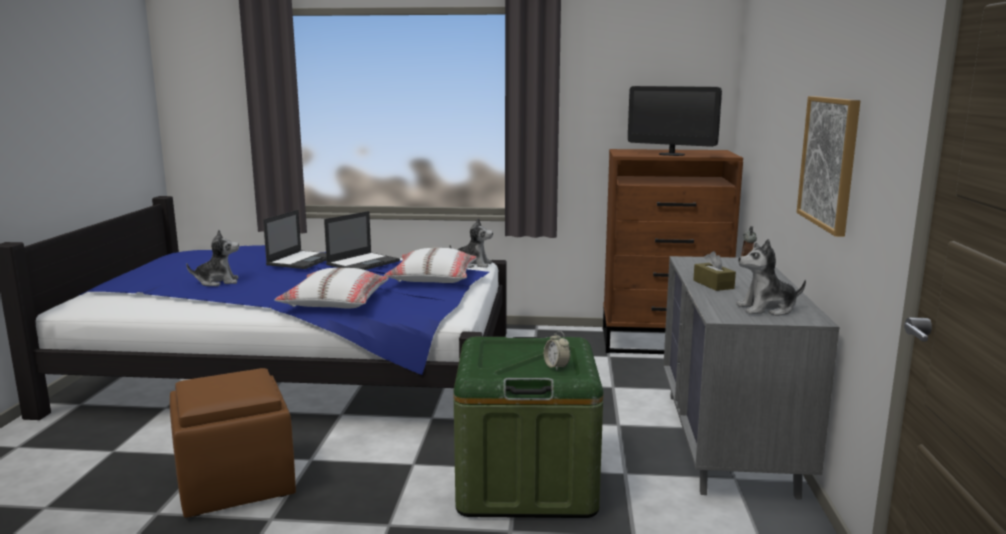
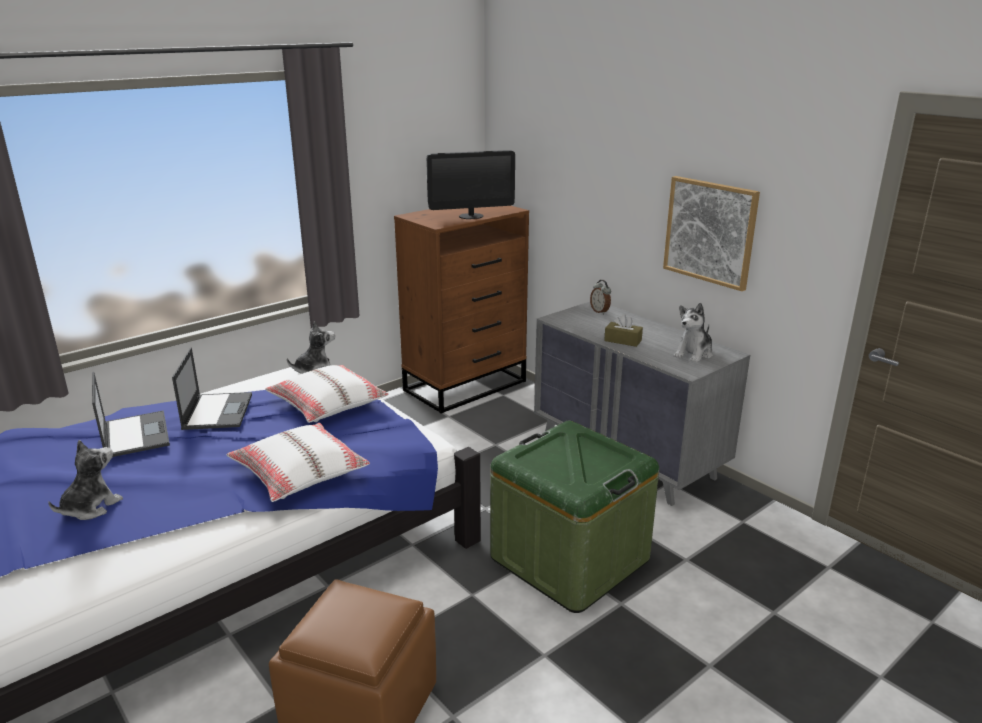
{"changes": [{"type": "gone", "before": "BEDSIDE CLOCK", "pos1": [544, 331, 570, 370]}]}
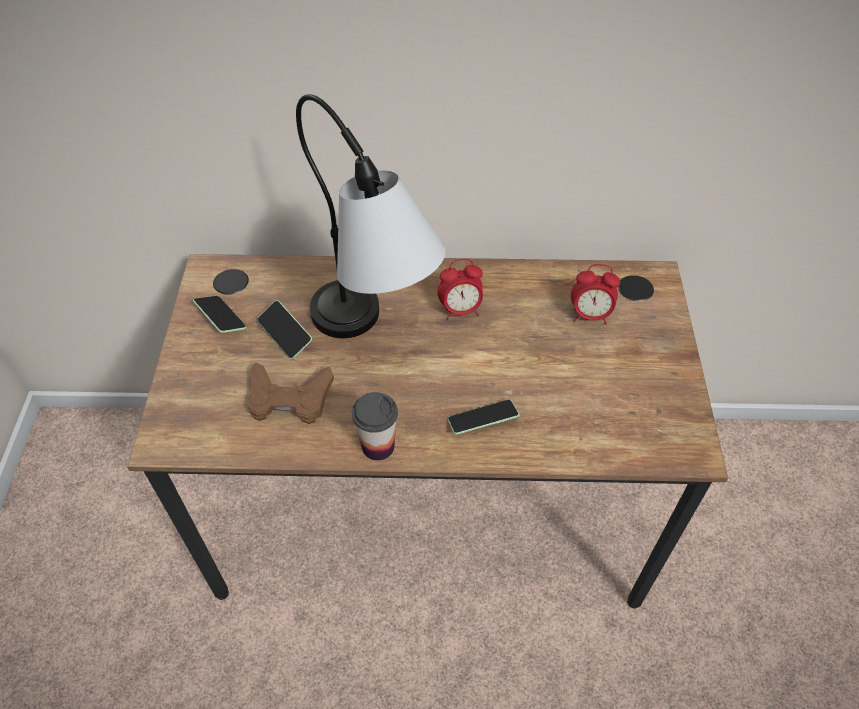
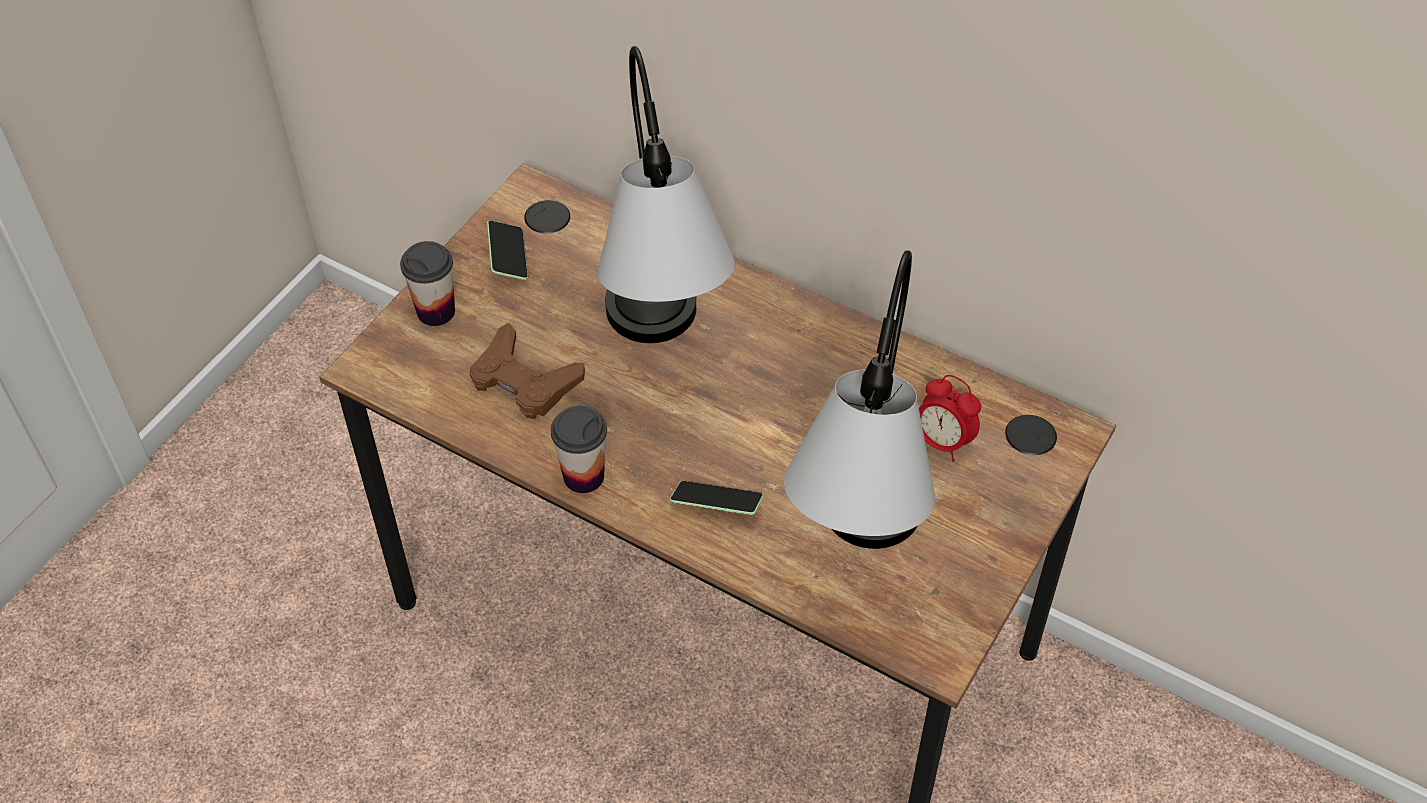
{"changes": [{"type": "new", "after": "CUP", "pos2": [400, 241, 455, 326]}, {"type": "new", "after": "TABLETOP LAMP", "pos2": [784, 250, 935, 549]}, {"type": "gone", "before": "TELEPHONE", "pos1": [257, 300, 312, 359]}, {"type": "gone", "before": "BEDSIDE CLOCK", "pos1": [437, 258, 483, 320]}]}
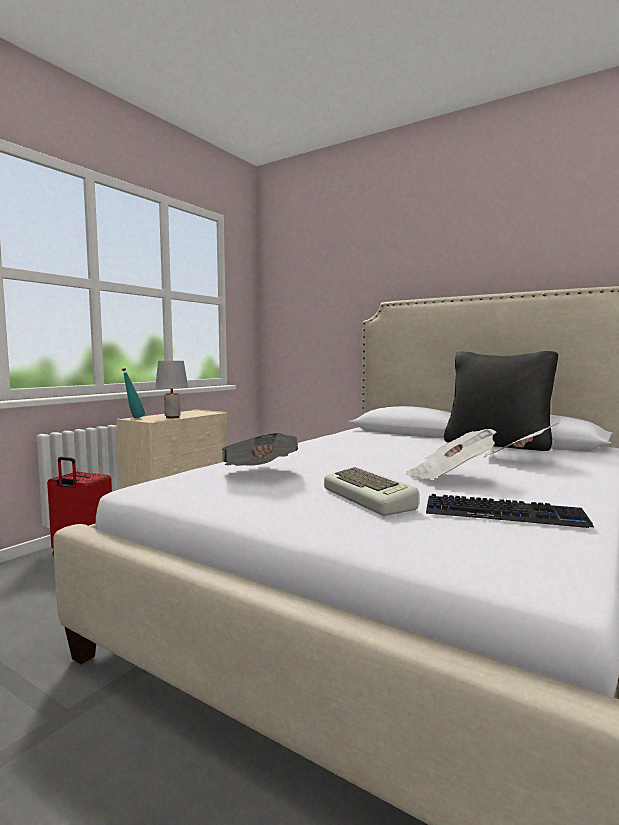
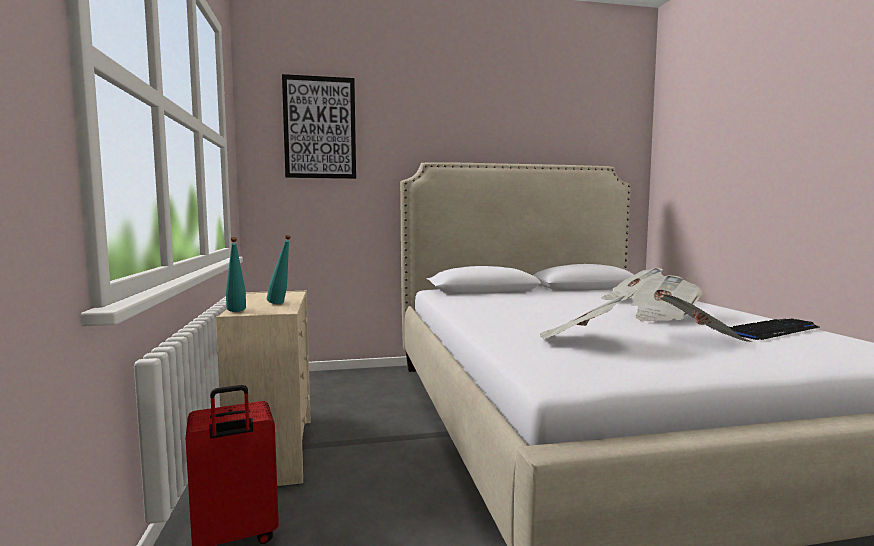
{"changes": [{"type": "swapped", "before": "GREY TABLETOP LAMP", "after": "TURQUOISE BOTTLE", "pos1": [155, 361, 188, 418], "pos2": [267, 235, 291, 304]}, {"type": "new", "after": "WALL PICTURE", "pos2": [282, 74, 356, 179]}, {"type": "swapped", "before": "COMPUTER KEYBOARD", "after": "NEWSPAPER", "pos1": [324, 467, 419, 516], "pos2": [660, 294, 752, 342]}, {"type": "gone", "before": "BLACKISH PILLOW", "pos1": [444, 351, 558, 451]}]}
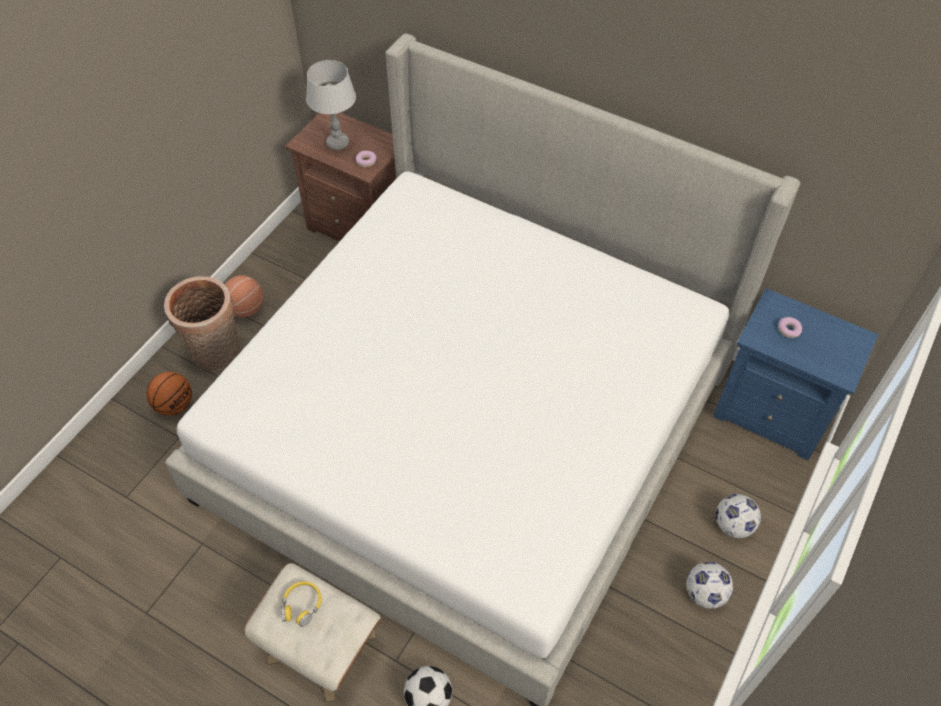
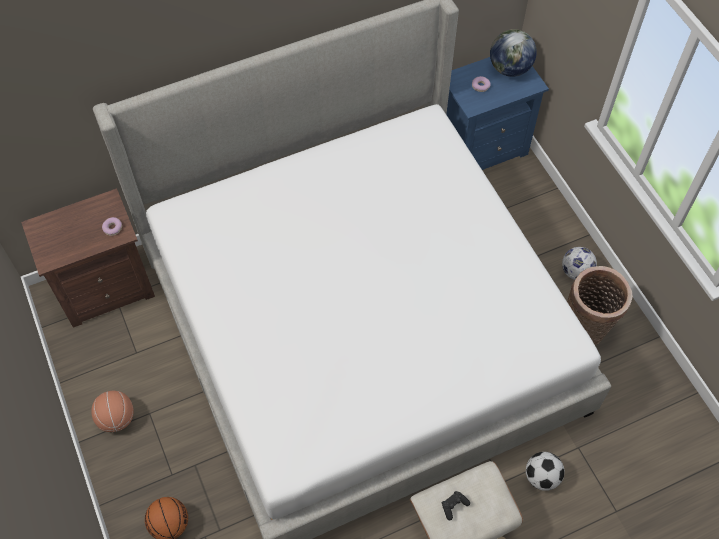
{"changes": [{"type": "swapped", "before": "YELLOW HEADSET", "after": "BLACKISH JOYPAD", "pos1": [281, 581, 322, 627], "pos2": [442, 491, 470, 521]}, {"type": "new", "after": "DESK GLOBE", "pos2": [490, 29, 537, 77]}, {"type": "shifted", "before": "BASKET", "pos1": [164, 276, 240, 371], "pos2": [567, 266, 633, 345]}, {"type": "gone", "before": "GREY TABLETOP LAMP", "pos1": [306, 60, 356, 150]}, {"type": "gone", "before": "FOOTBALL", "pos1": [716, 494, 761, 538]}]}
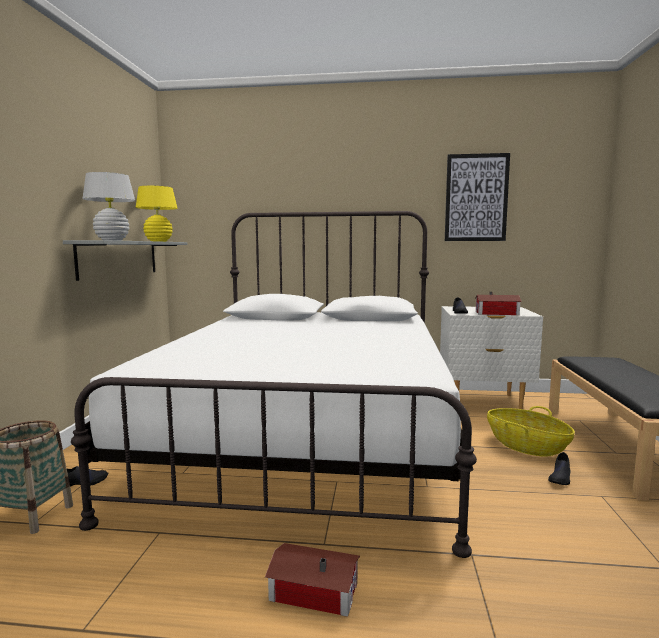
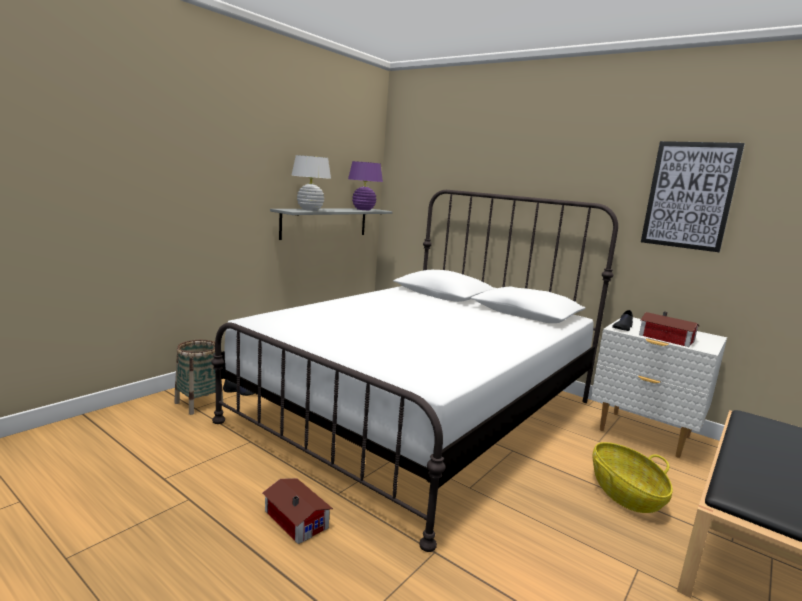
{"changes": [{"type": "repainted", "before": "YELLOW TABLETOP LAMP", "after": "PURPLE-COLOURED TABLETOP LAMP", "pos1": [135, 186, 178, 242], "pos2": [348, 161, 383, 210]}, {"type": "gone", "before": "BLACKISH LOW SHOE", "pos1": [548, 452, 571, 485]}]}
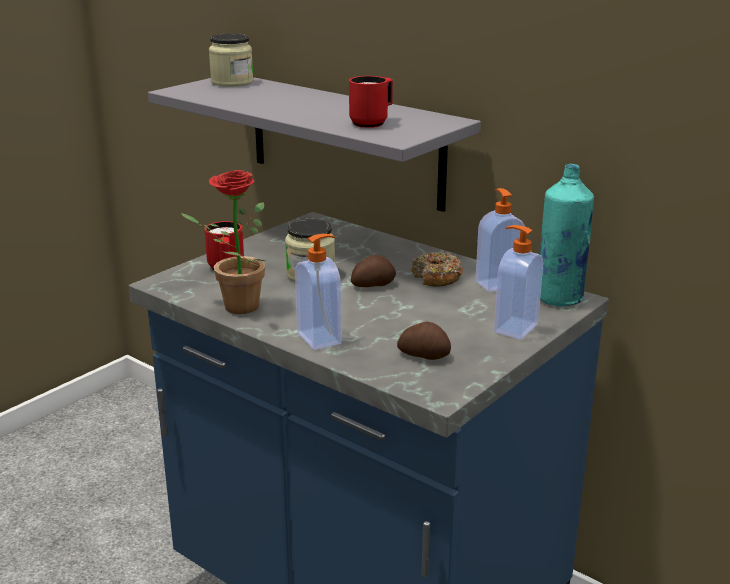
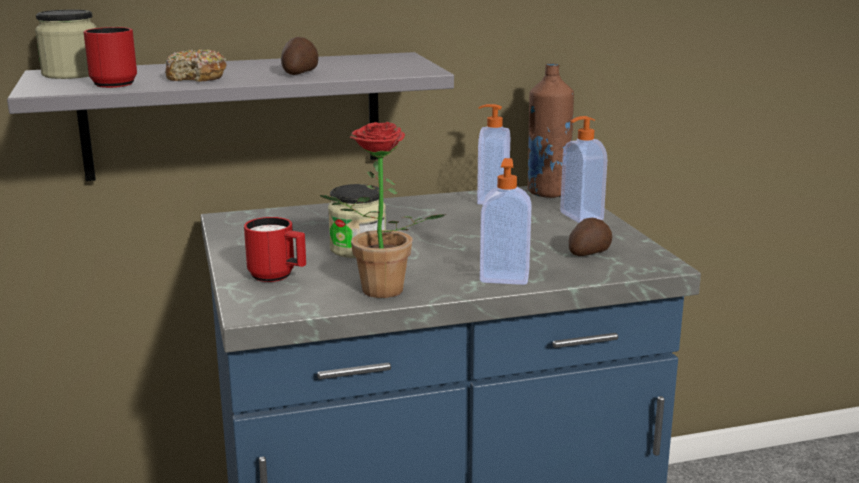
{"changes": [{"type": "shifted", "before": "RED-COLOURED COFFEE MUG", "pos1": [349, 76, 393, 128], "pos2": [83, 27, 137, 88]}, {"type": "shifted", "before": "RING DOUGHNUT", "pos1": [412, 252, 463, 287], "pos2": [165, 50, 227, 82]}, {"type": "shifted", "before": "POTATO", "pos1": [351, 255, 396, 287], "pos2": [281, 37, 318, 75]}, {"type": "repainted", "before": "TURQUOISE BOTTLE", "after": "BROWN BOTTLE", "pos1": [540, 164, 594, 307], "pos2": [528, 63, 574, 198]}]}
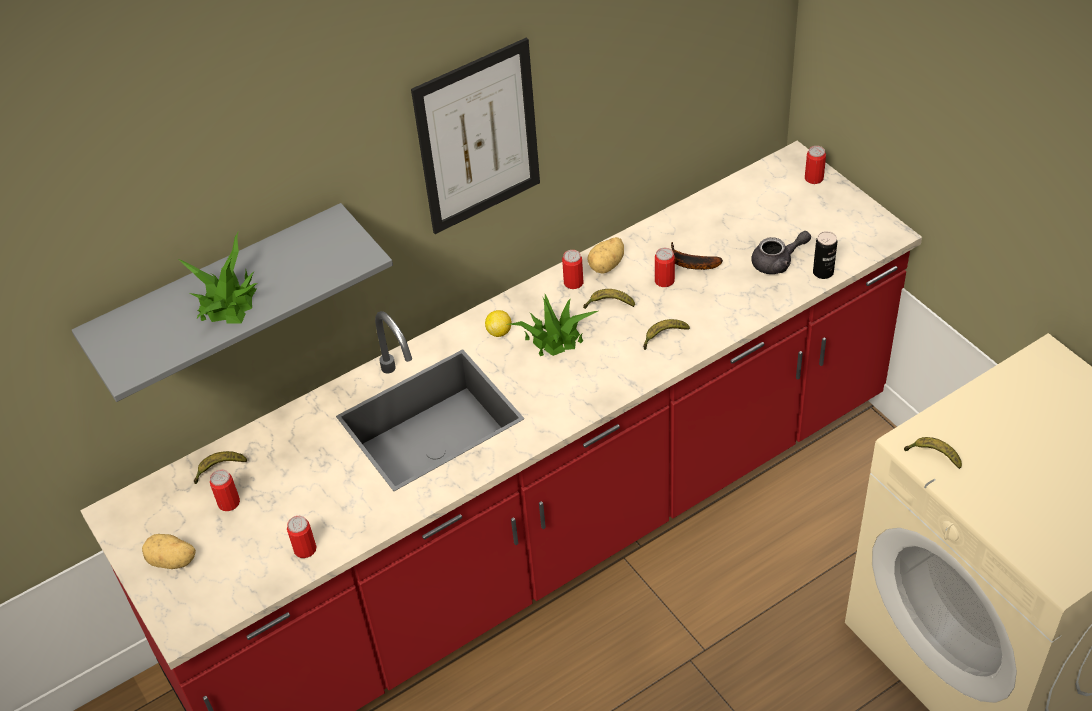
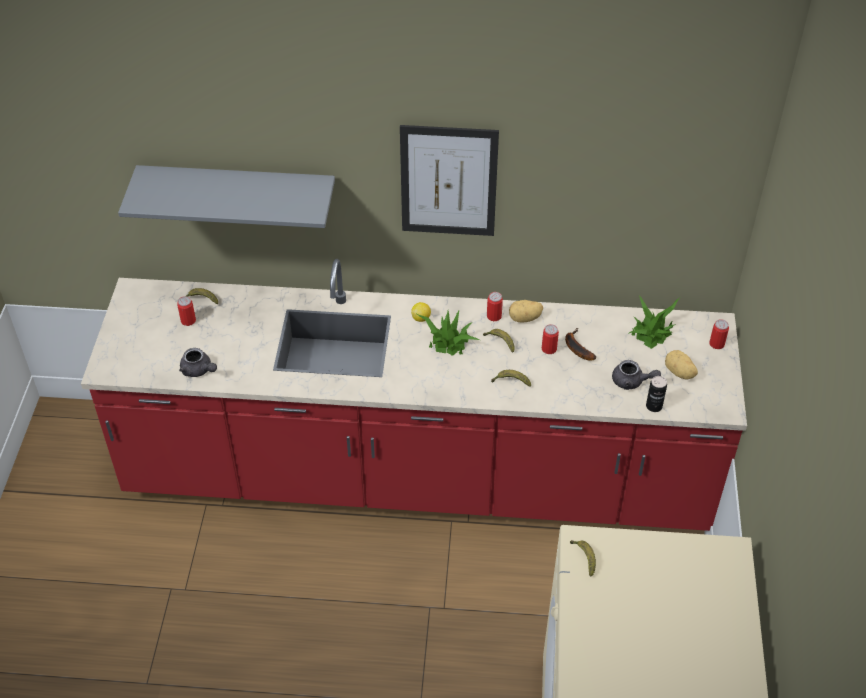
{"changes": [{"type": "swapped", "before": "SEALED CAN", "after": "GREY POT FOR TEA", "pos1": [287, 516, 316, 558], "pos2": [179, 348, 217, 377]}, {"type": "shifted", "before": "PLANT IN A POT", "pos1": [178, 232, 258, 324], "pos2": [628, 295, 681, 349]}, {"type": "shifted", "before": "POTATO", "pos1": [142, 534, 196, 569], "pos2": [665, 350, 698, 380]}]}
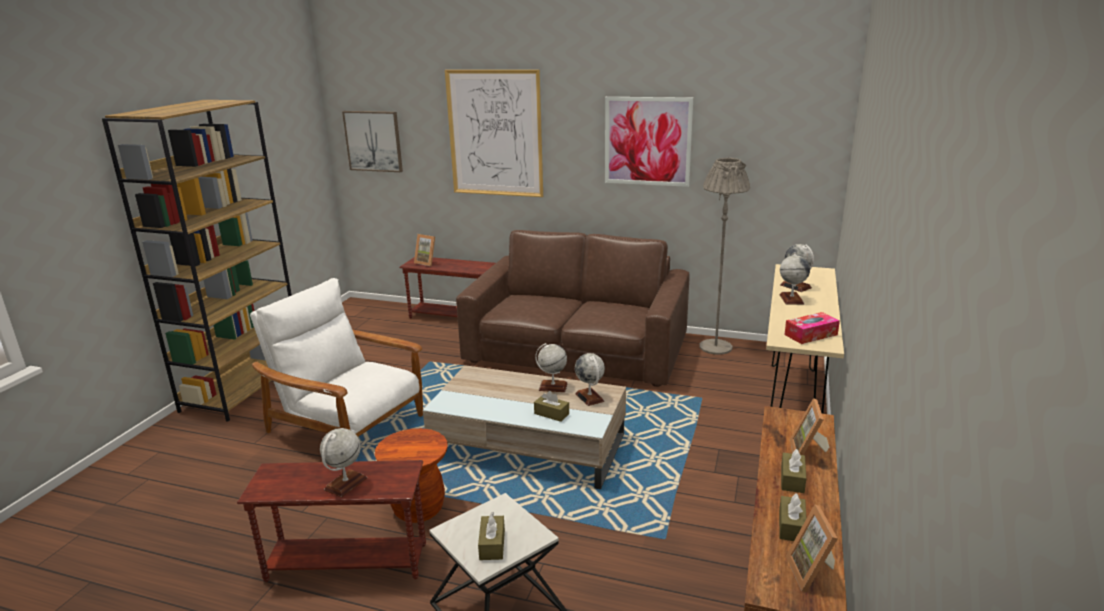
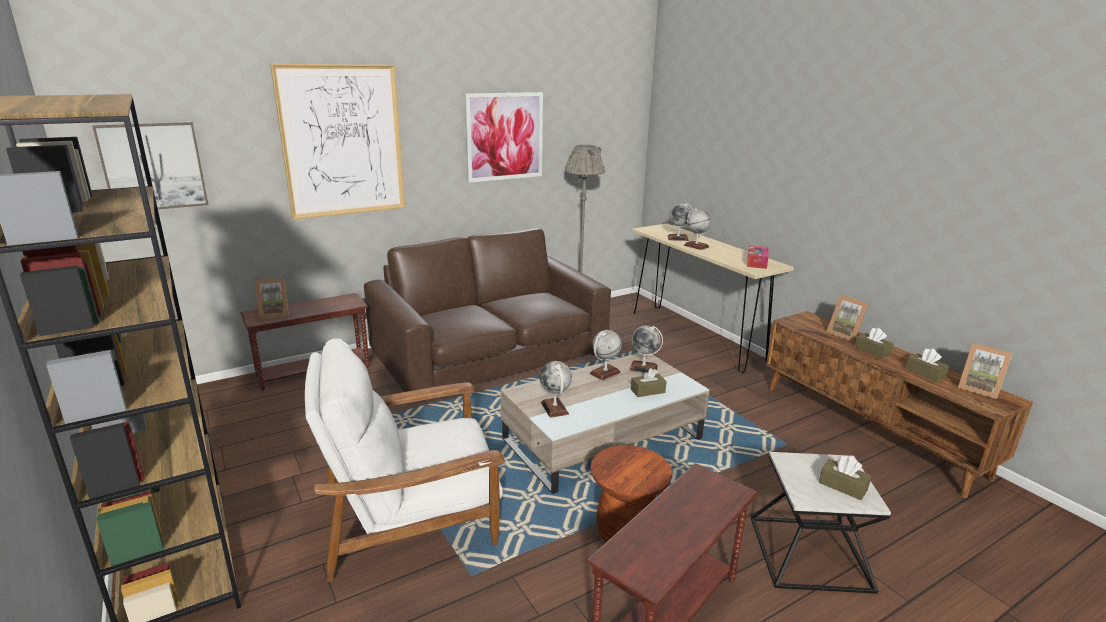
{"changes": [{"type": "shifted", "before": "DESK GLOBE", "pos1": [320, 428, 367, 497], "pos2": [539, 361, 572, 418]}]}
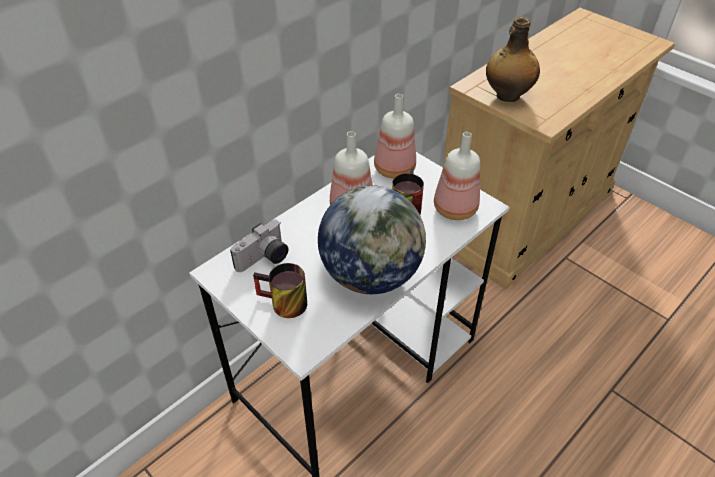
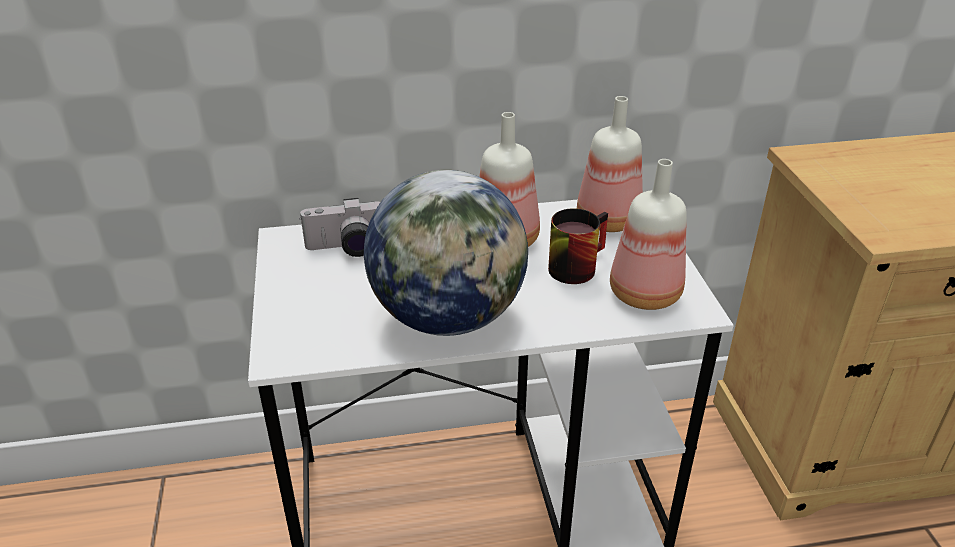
{"changes": [{"type": "gone", "before": "COFFEE MUG", "pos1": [253, 263, 307, 318]}, {"type": "gone", "before": "BOTTLE", "pos1": [486, 17, 540, 102]}]}
